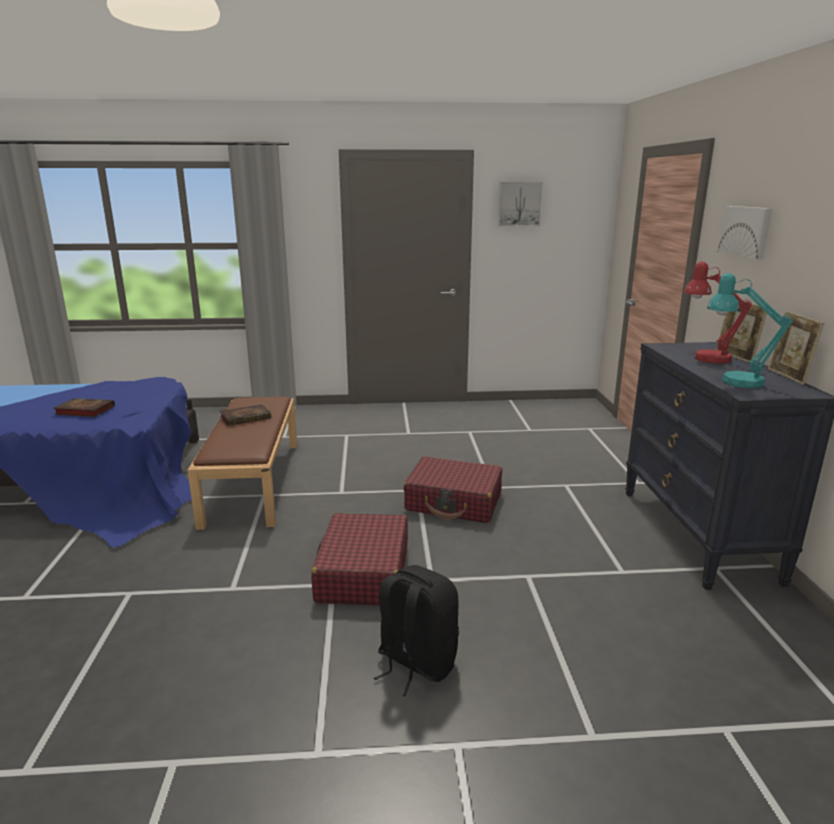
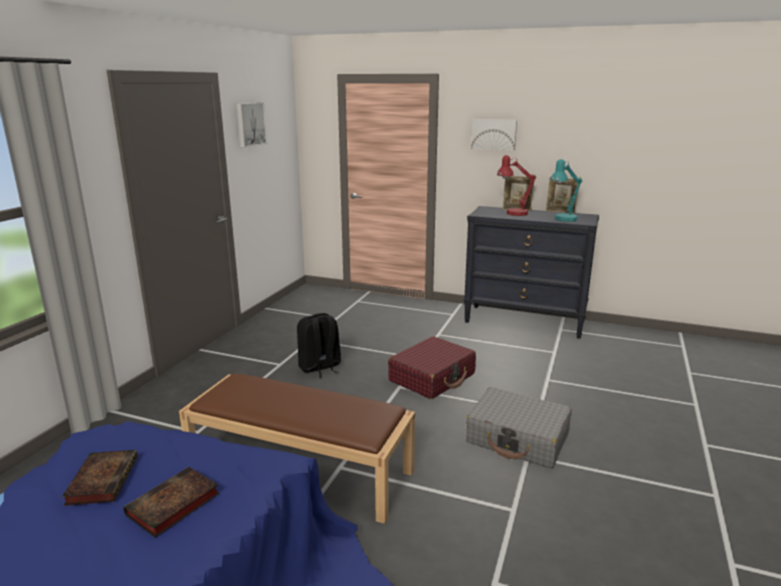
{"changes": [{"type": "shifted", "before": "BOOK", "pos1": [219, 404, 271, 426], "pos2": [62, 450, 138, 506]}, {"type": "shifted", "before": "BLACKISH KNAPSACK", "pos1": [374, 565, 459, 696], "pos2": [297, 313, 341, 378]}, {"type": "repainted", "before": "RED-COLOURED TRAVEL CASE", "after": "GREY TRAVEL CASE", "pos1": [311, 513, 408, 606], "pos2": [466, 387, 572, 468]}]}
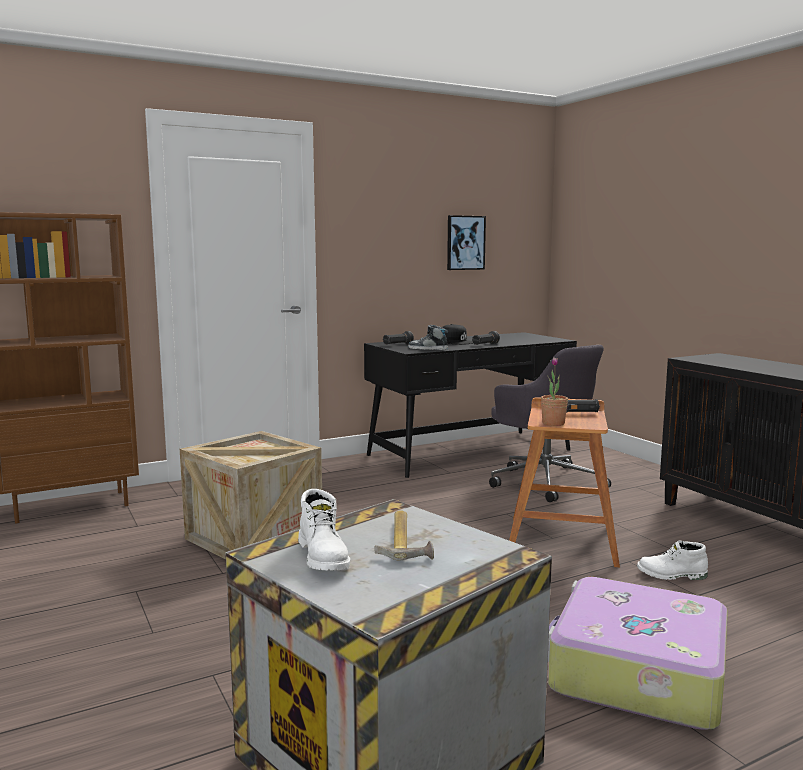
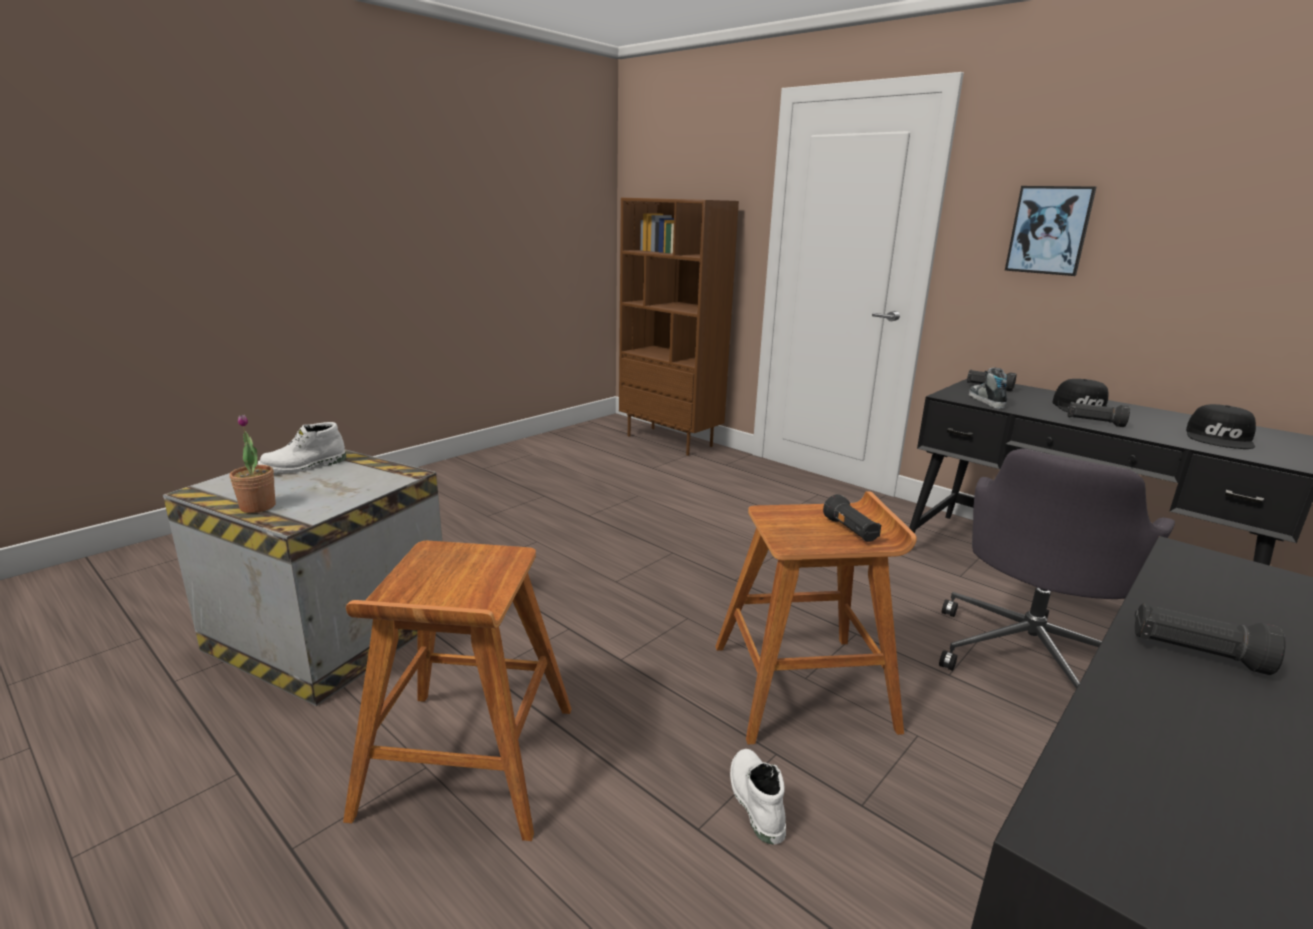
{"changes": [{"type": "shifted", "before": "PLANT IN A POT", "pos1": [541, 357, 568, 426], "pos2": [230, 414, 276, 513]}, {"type": "swapped", "before": "TRAVEL CASE", "after": "BROWN STOOL SEAT", "pos1": [548, 577, 728, 730], "pos2": [343, 541, 571, 841]}, {"type": "shifted", "before": "WALL PICTURE", "pos1": [447, 215, 486, 270], "pos2": [1005, 186, 1096, 276]}, {"type": "new", "after": "BLACKISH HAND TORCH", "pos2": [1135, 603, 1286, 675]}, {"type": "new", "after": "BLACKISH BASEBALL CAP", "pos2": [1186, 404, 1256, 449]}, {"type": "gone", "before": "CRATE", "pos1": [180, 431, 322, 560]}, {"type": "gone", "before": "HAMMER", "pos1": [375, 510, 434, 560]}]}
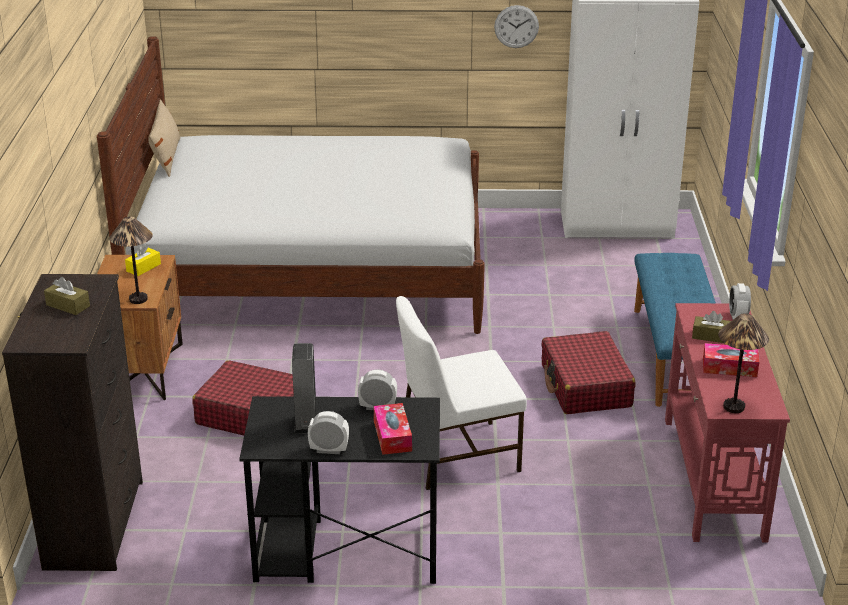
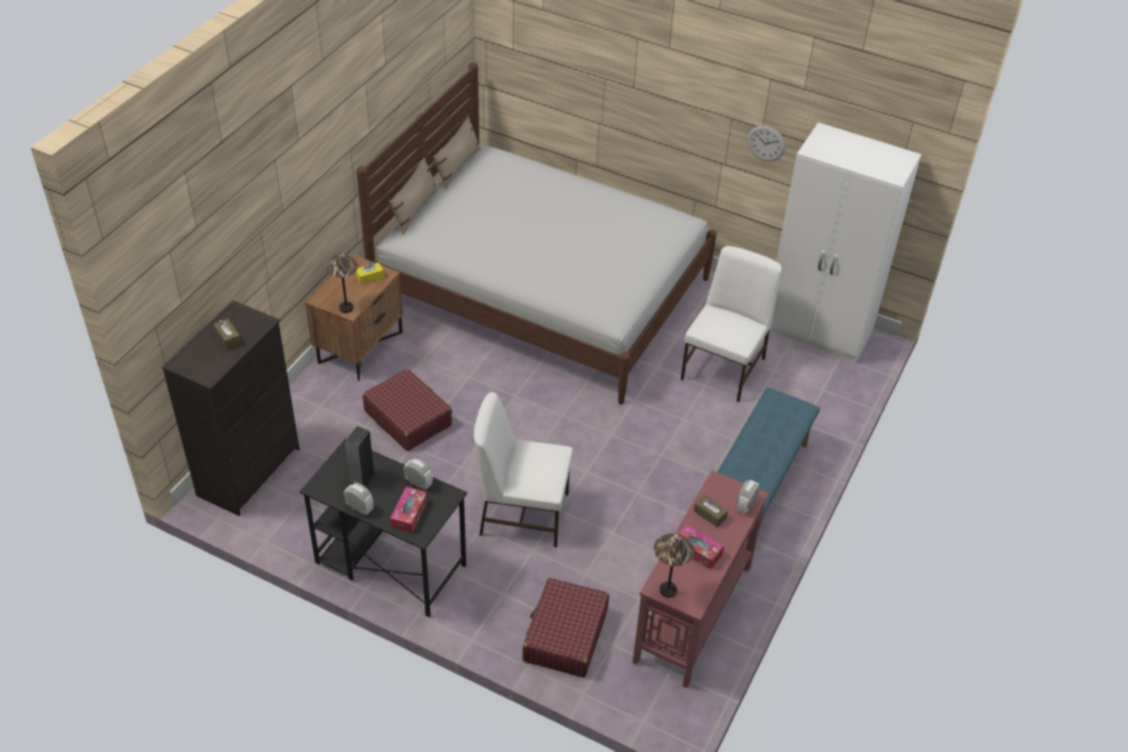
{"changes": [{"type": "new", "after": "SAND-COLOURED PILLOW", "pos2": [389, 157, 438, 235]}, {"type": "shifted", "before": "RED-COLOURED TRAVEL CASE", "pos1": [541, 331, 635, 414], "pos2": [522, 578, 609, 678]}, {"type": "new", "after": "WHITISH CHAIR", "pos2": [681, 246, 782, 402]}]}
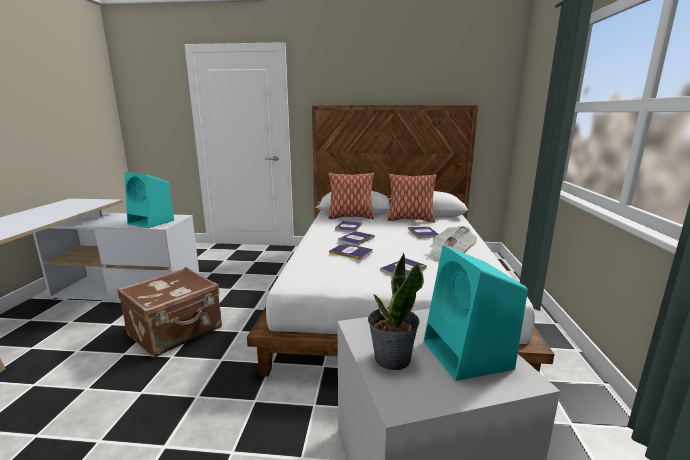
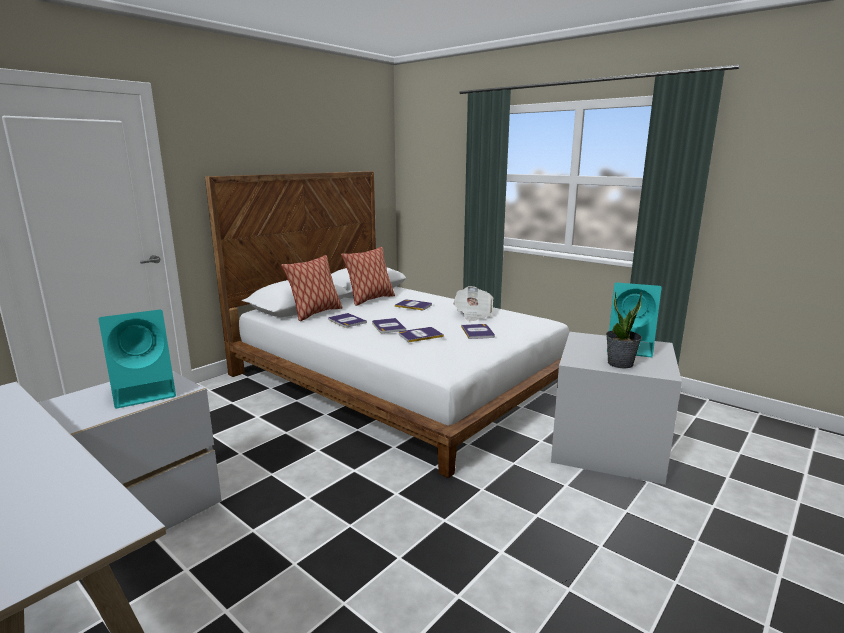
{"changes": [{"type": "gone", "before": "BROWN TRAVEL CASE", "pos1": [117, 267, 222, 358]}]}
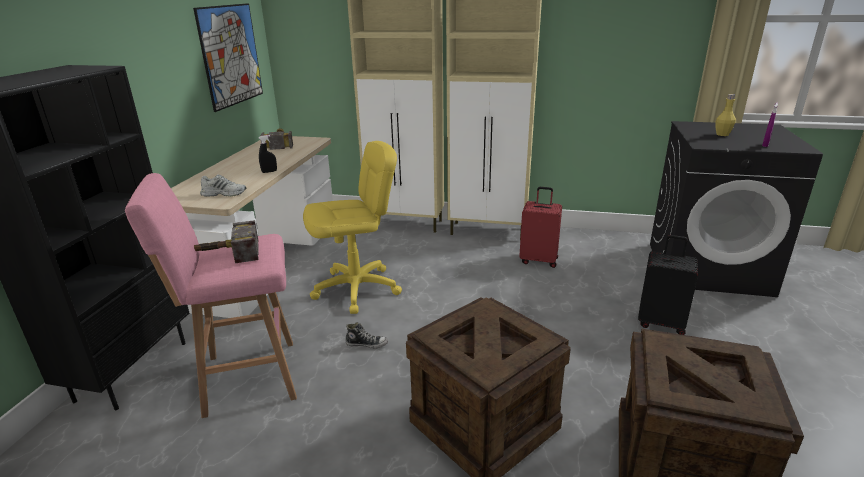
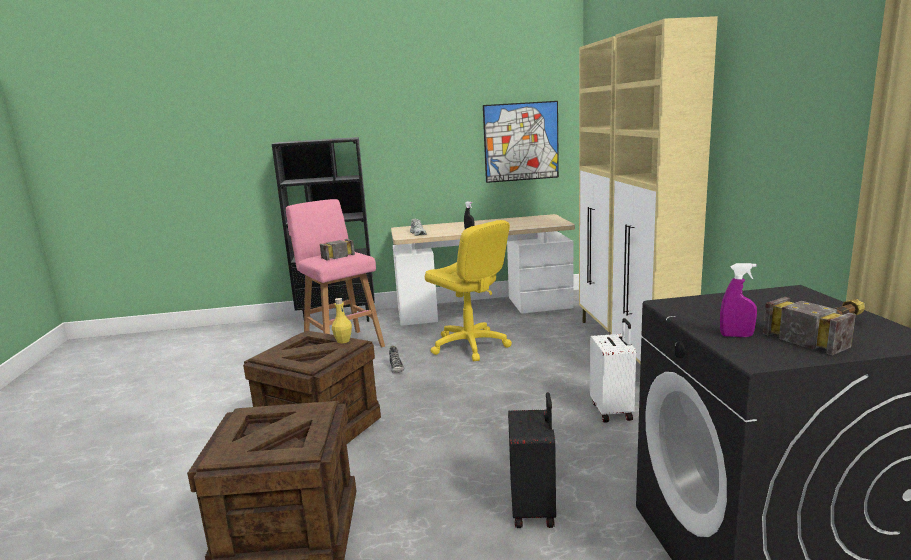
{"changes": [{"type": "shifted", "before": "YELLOW BOTTLE", "pos1": [715, 94, 736, 136], "pos2": [332, 298, 352, 343]}, {"type": "repainted", "before": "RED-COLOURED TRAVEL CASE", "after": "WHITISH TRAVEL CASE", "pos1": [519, 187, 562, 268], "pos2": [590, 318, 636, 422]}, {"type": "shifted", "before": "HAMMER", "pos1": [260, 128, 293, 150], "pos2": [763, 297, 865, 355]}]}
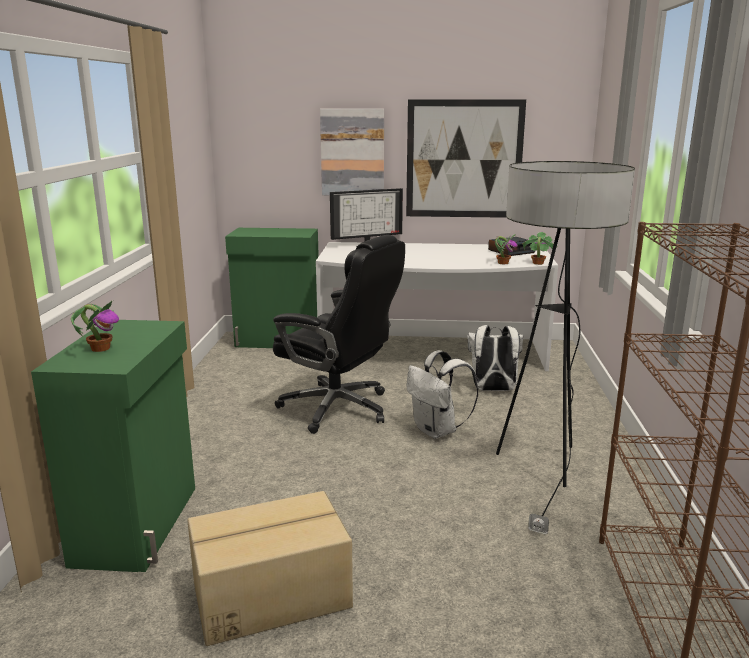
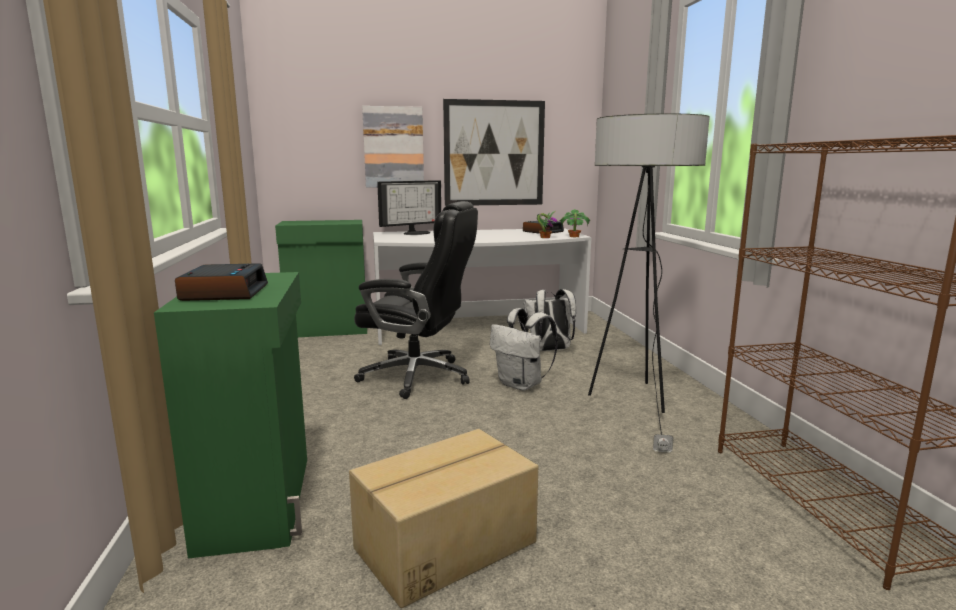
{"changes": [{"type": "swapped", "before": "PLANT IN A POT", "after": "BEDSIDE CLOCK", "pos1": [71, 301, 119, 352], "pos2": [175, 263, 268, 301]}]}
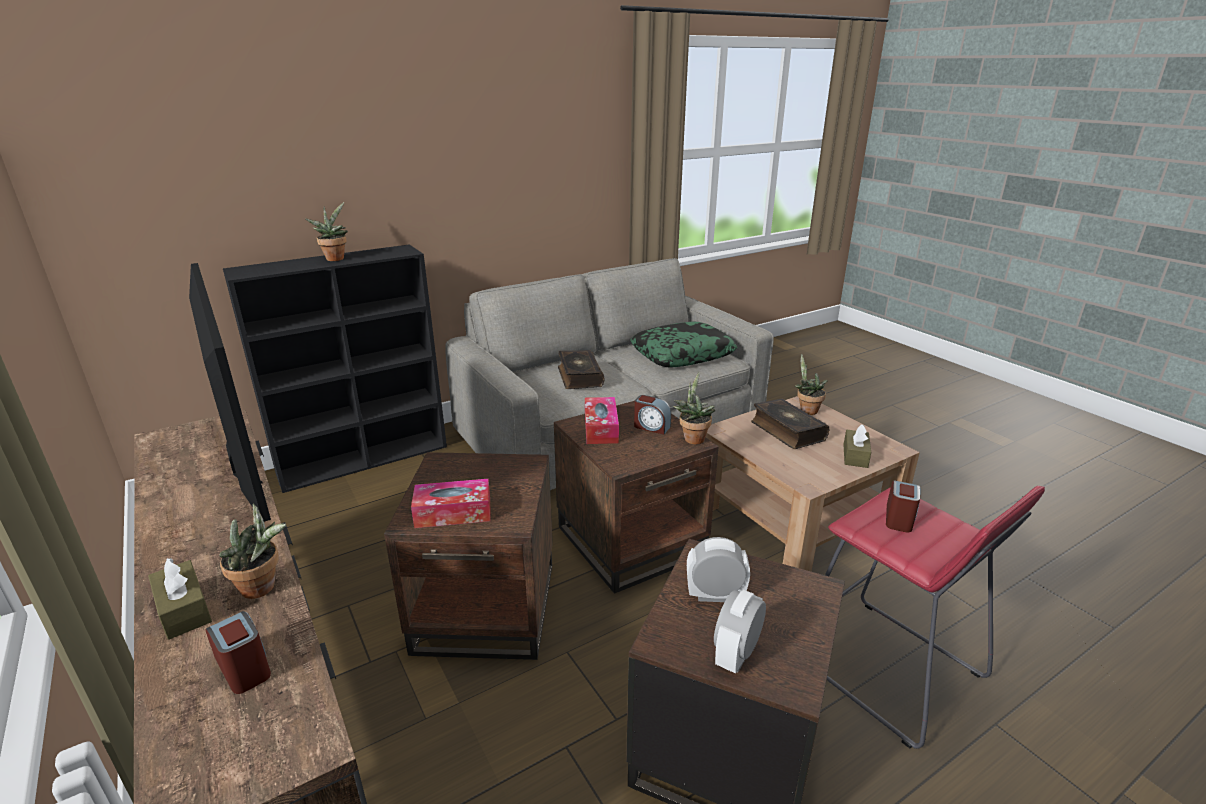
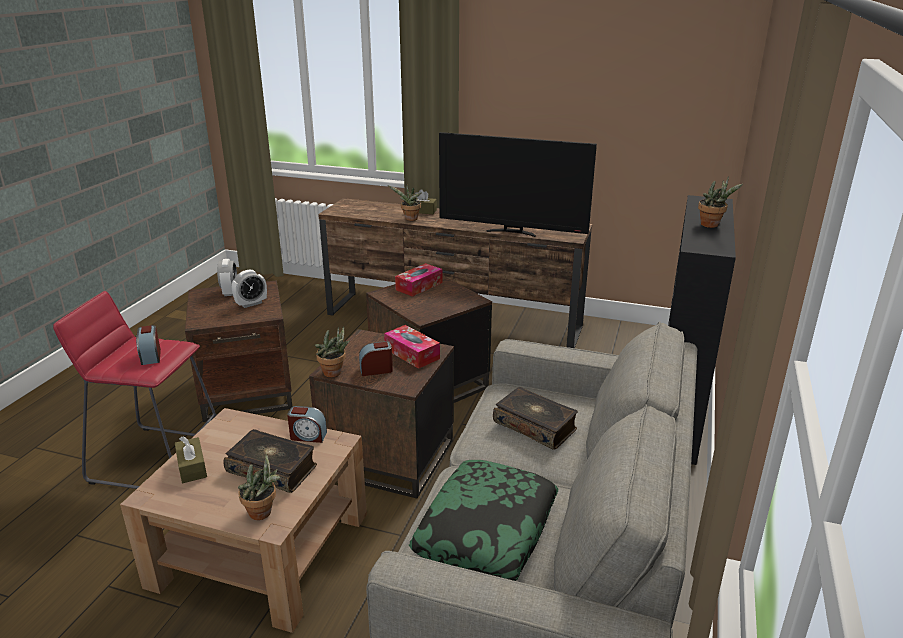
{"changes": [{"type": "shifted", "before": "BEDSIDE CLOCK", "pos1": [206, 611, 271, 694], "pos2": [287, 406, 327, 443]}]}
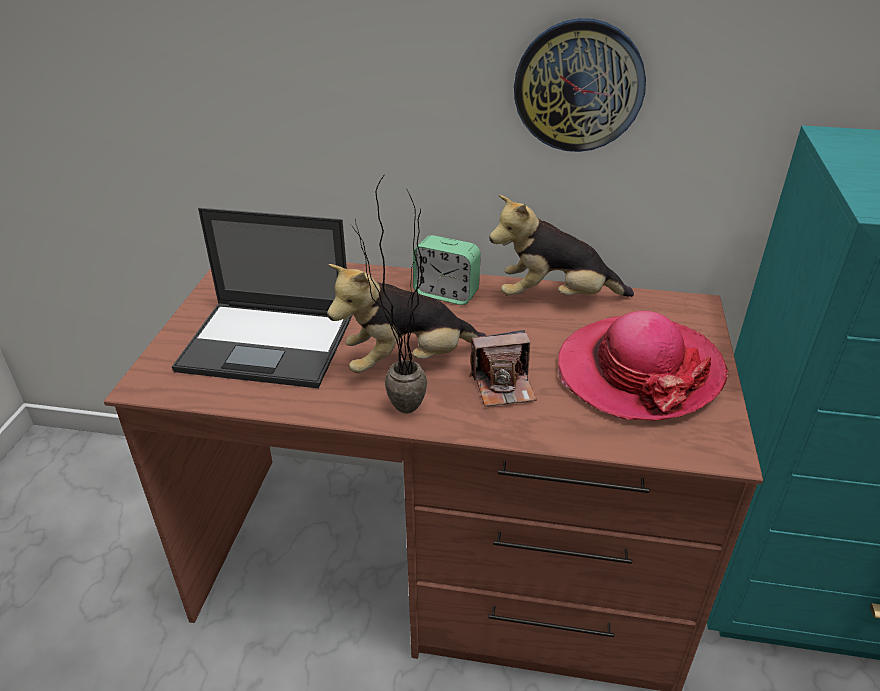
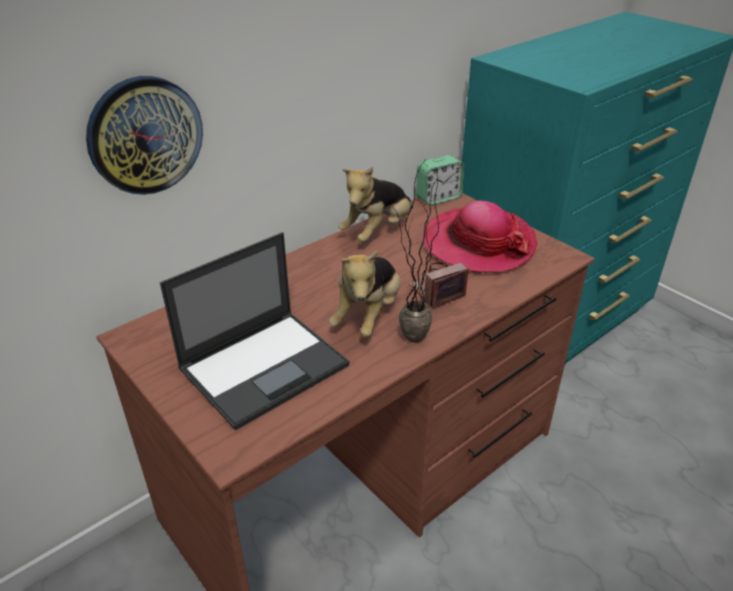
{"changes": [{"type": "shifted", "before": "CLOCK ON THE WALL", "pos1": [514, 18, 646, 152], "pos2": [86, 76, 203, 195]}, {"type": "rotated", "before": "STILL CAMERA", "pos1": [470, 330, 537, 407], "pos2": [409, 262, 469, 308], "turn": -150}, {"type": "shifted", "before": "BEDSIDE CLOCK", "pos1": [413, 235, 481, 305], "pos2": [416, 155, 464, 205]}]}
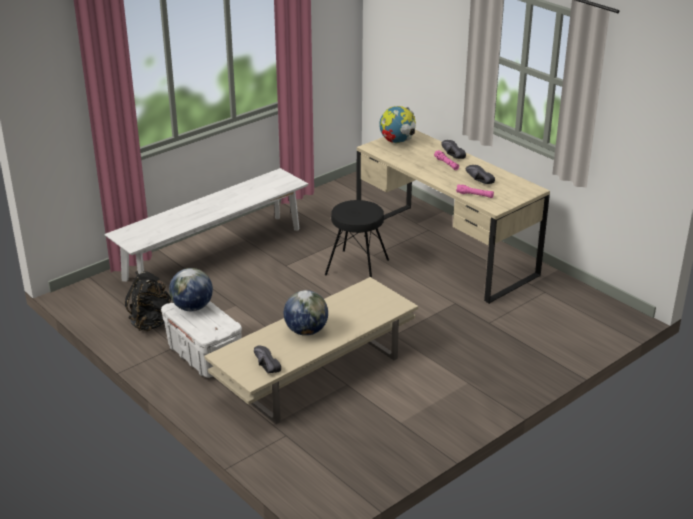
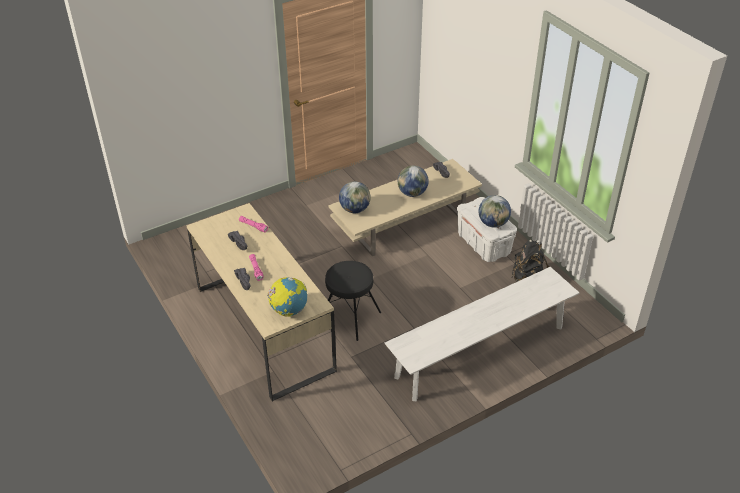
{"changes": [{"type": "new", "after": "DESK GLOBE", "pos2": [339, 181, 371, 213]}]}
